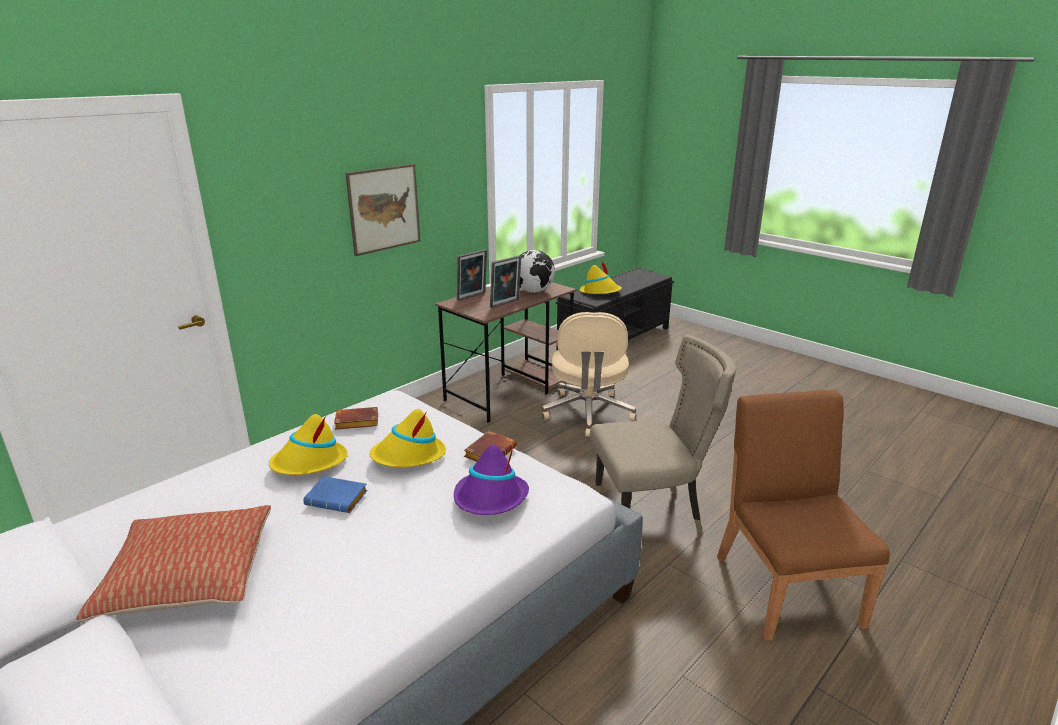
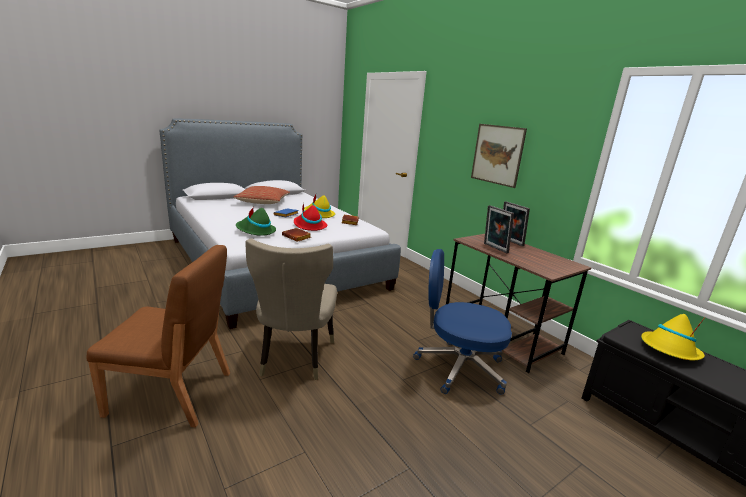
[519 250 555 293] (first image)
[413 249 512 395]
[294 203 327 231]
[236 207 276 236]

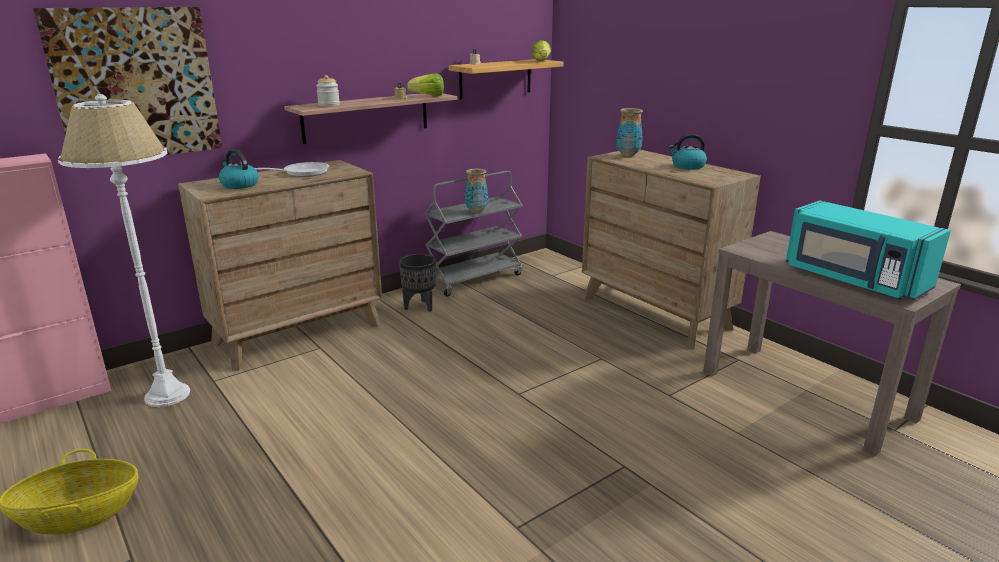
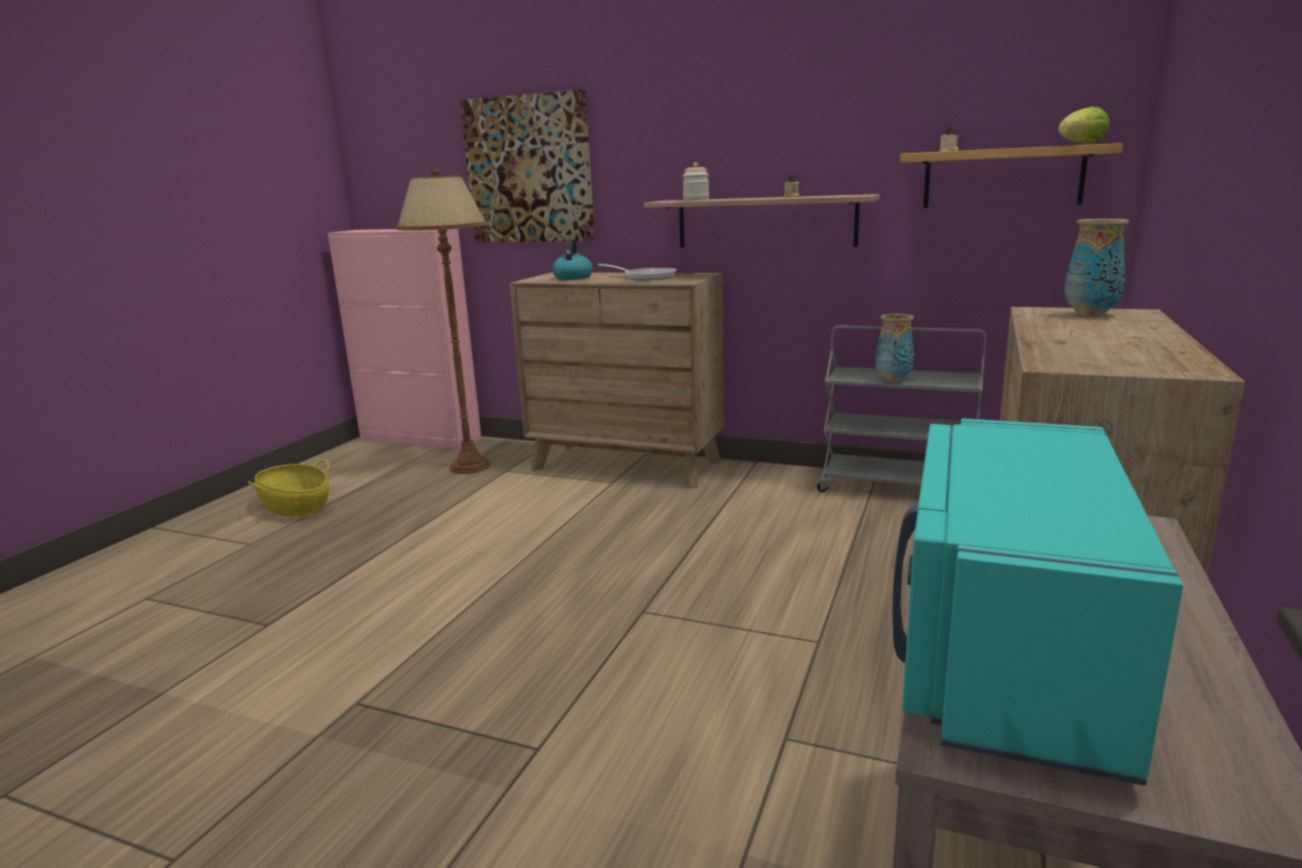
[407 73 444 96] (first image)
[396 169 491 474]
[668 134 707 170] (first image)
[399 254 436 312] (first image)

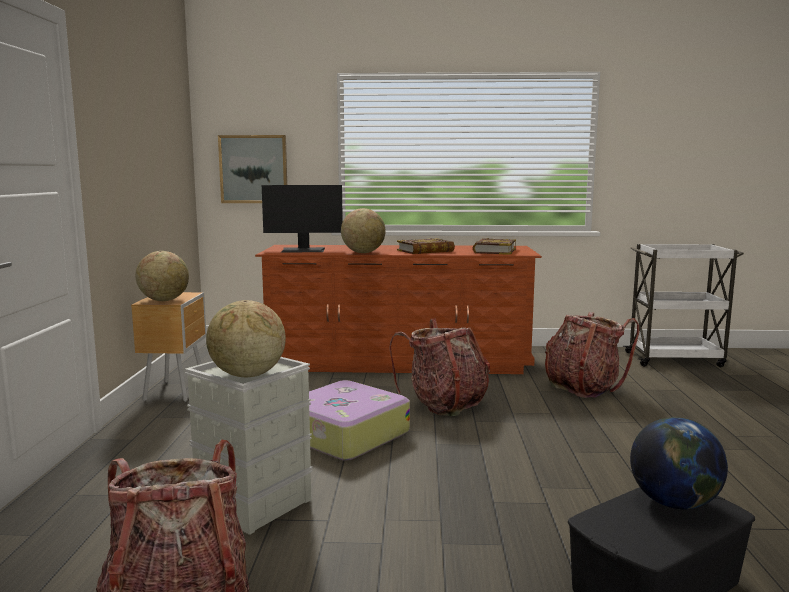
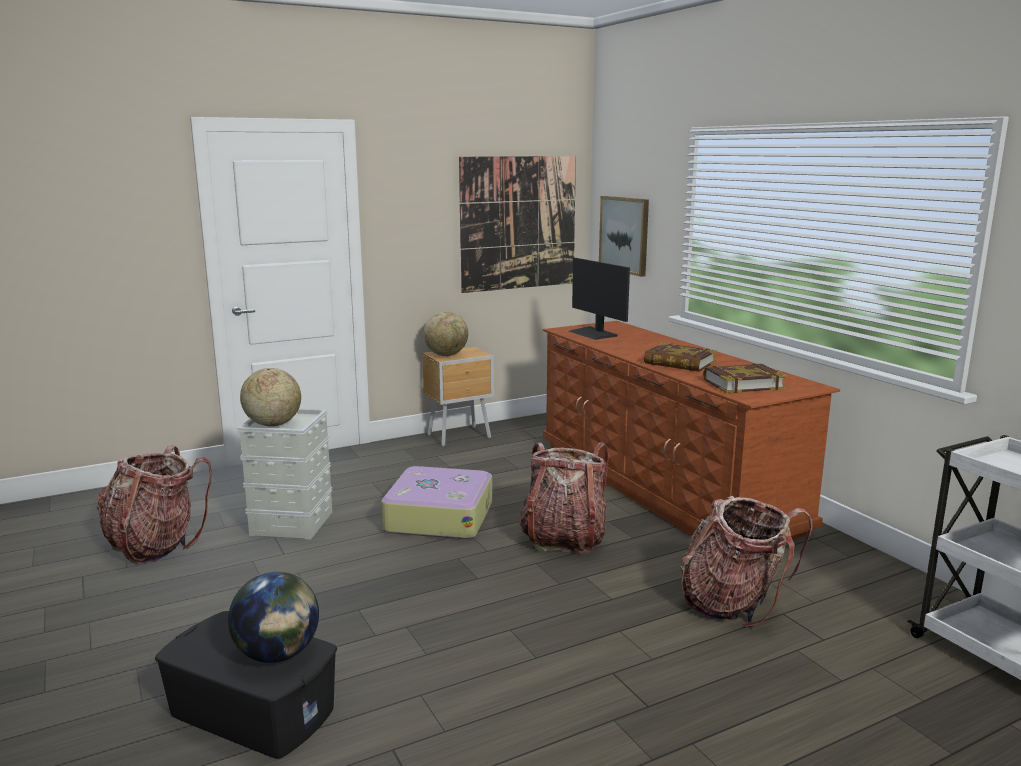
[341 208 386 253] (first image)
[459 156 576 293]

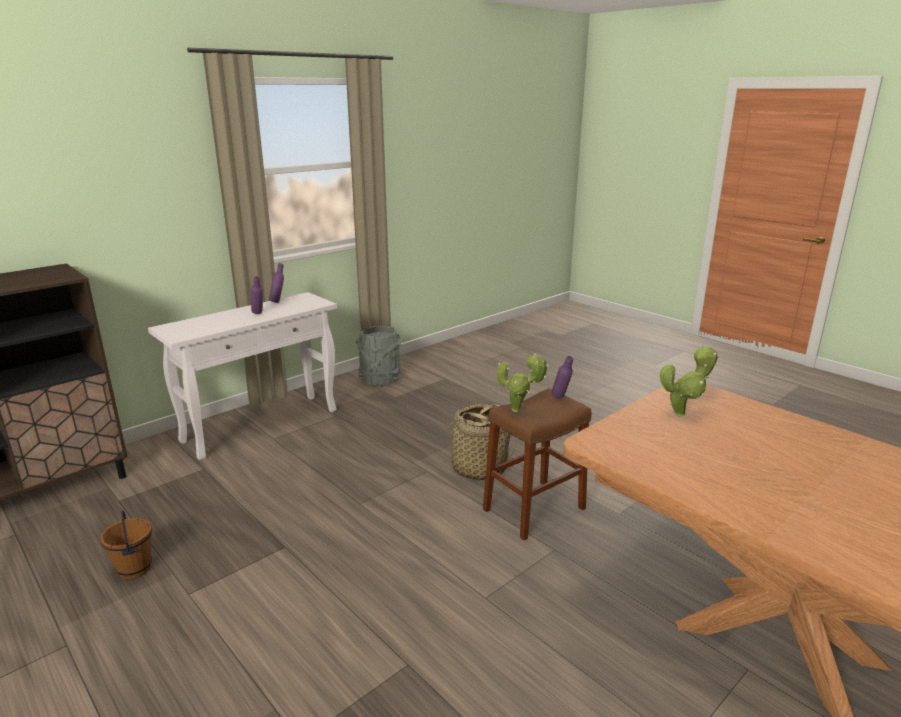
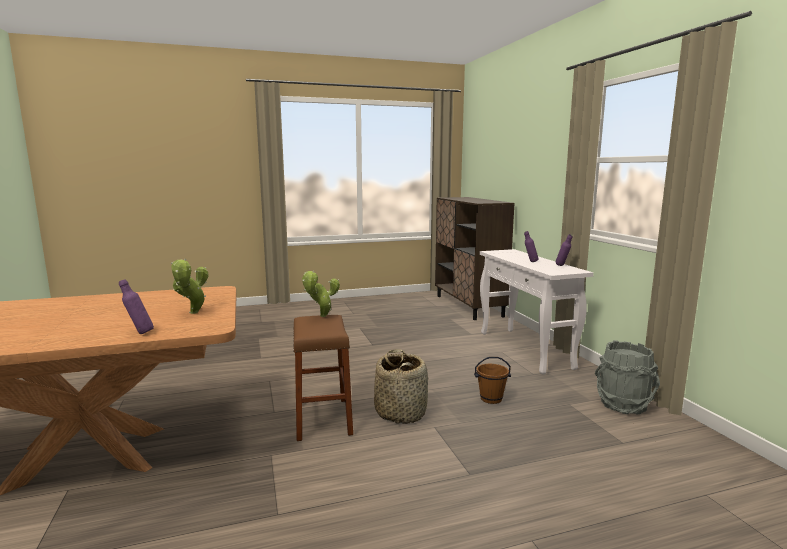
[119 279 154 334]
[474 357 511 404]

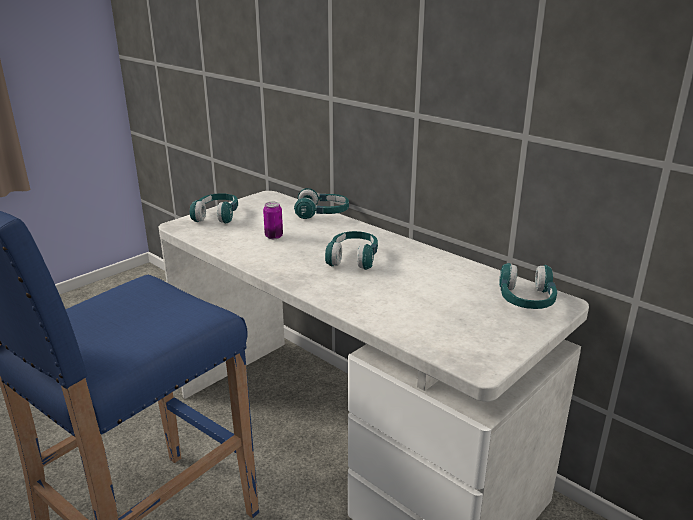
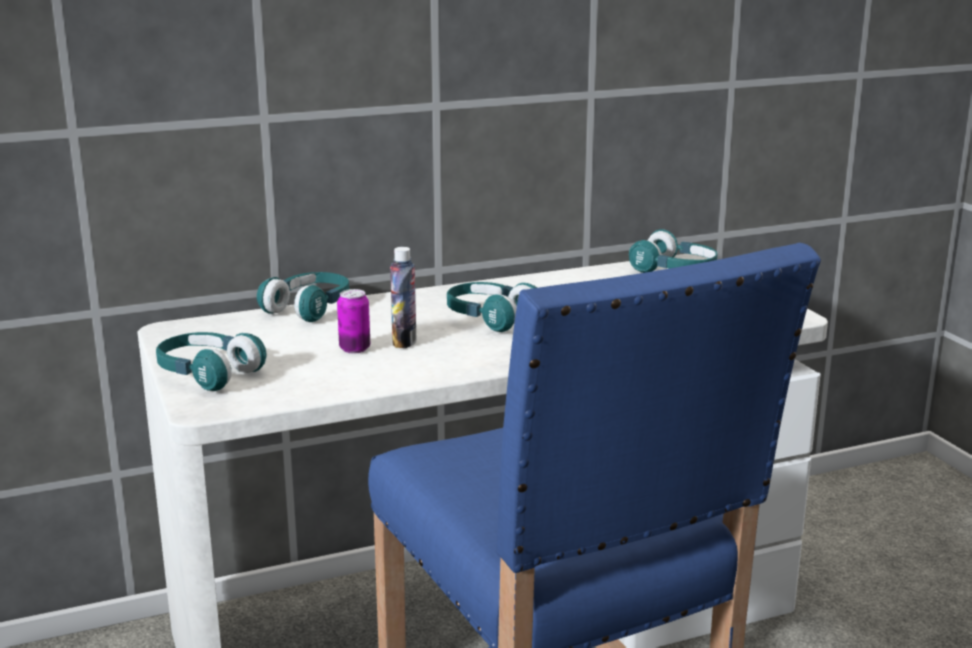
[390 247 417 348]

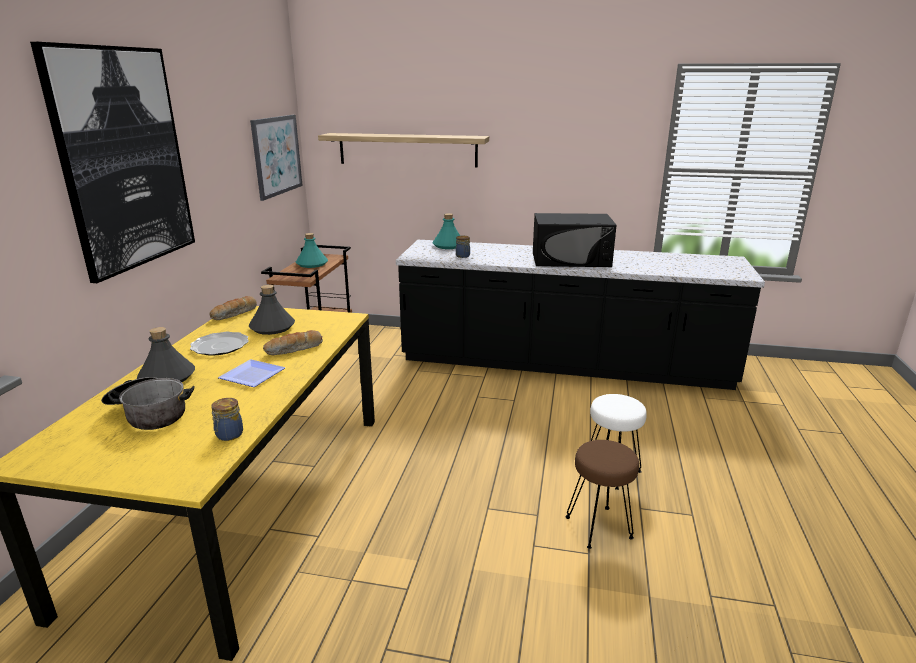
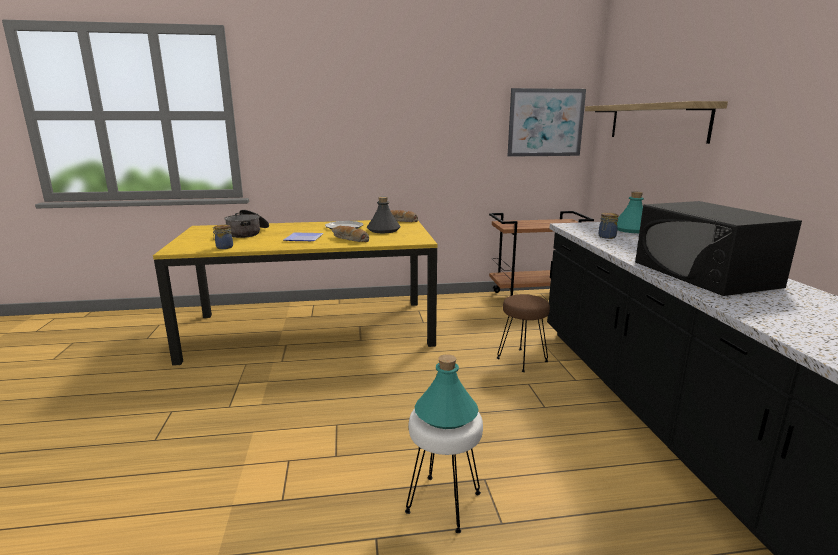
[30 42 195 283] (first image)
[415 354 479 429]
[137 327 195 382] (first image)
[497 294 550 372]

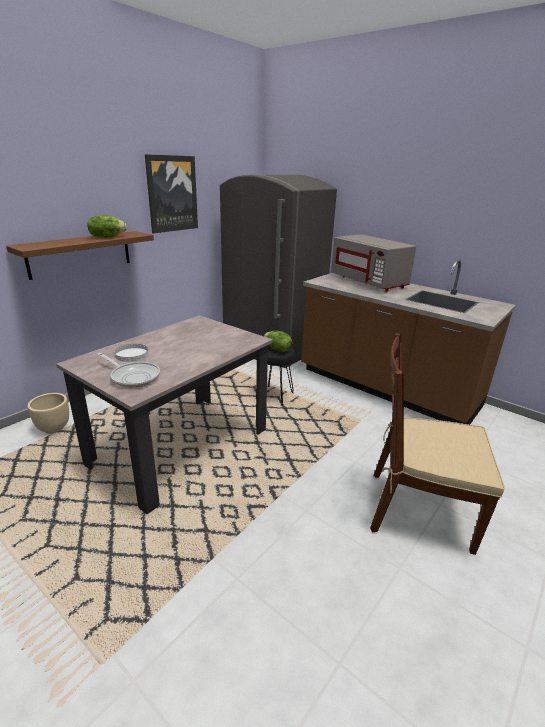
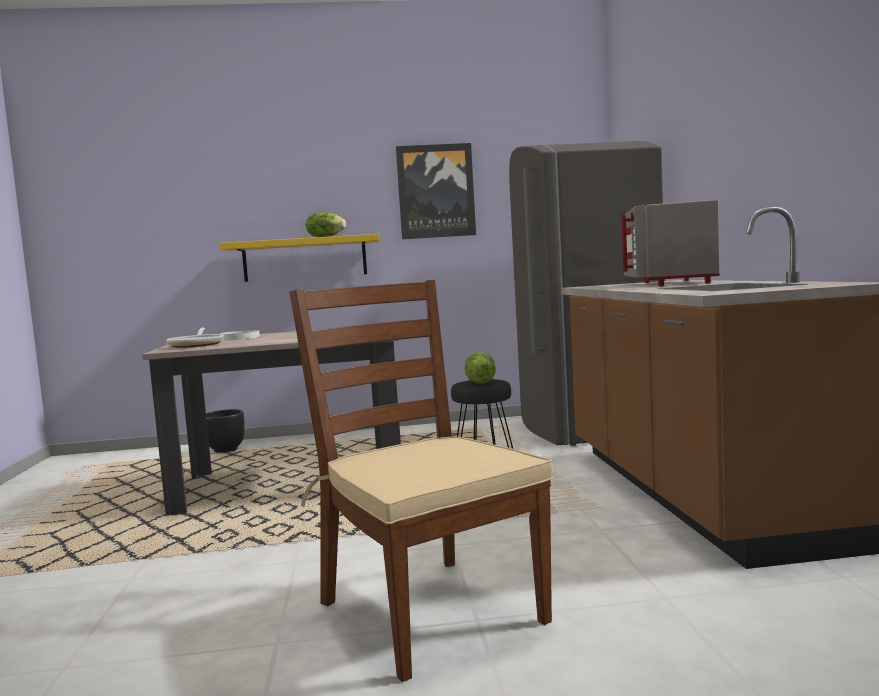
[219 234 380 282]
[206 409 245 453]

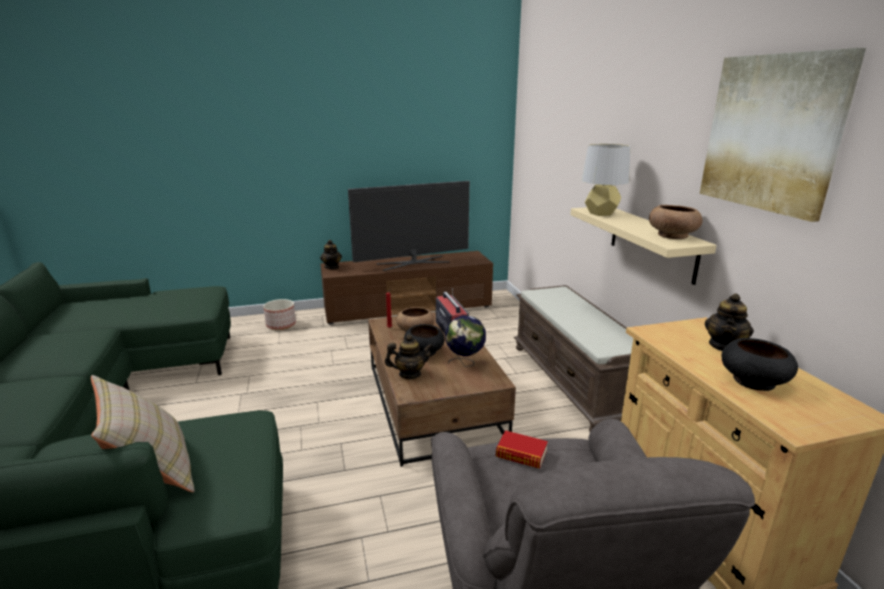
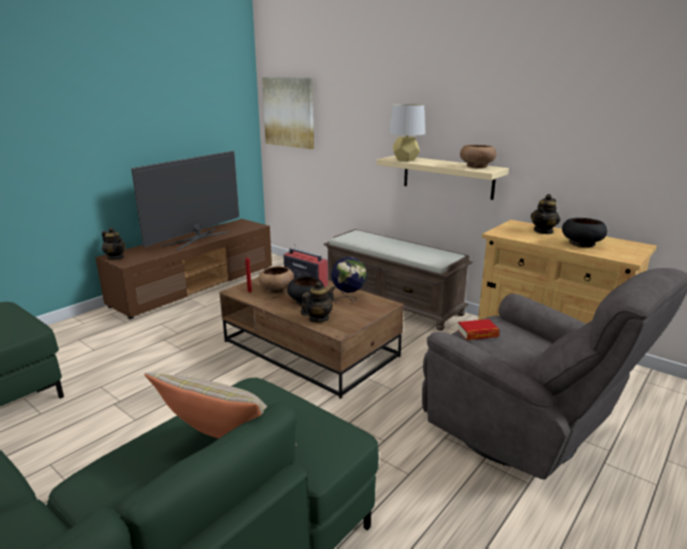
[262 77 314 149]
[531 194 560 234]
[263 299 296 330] (first image)

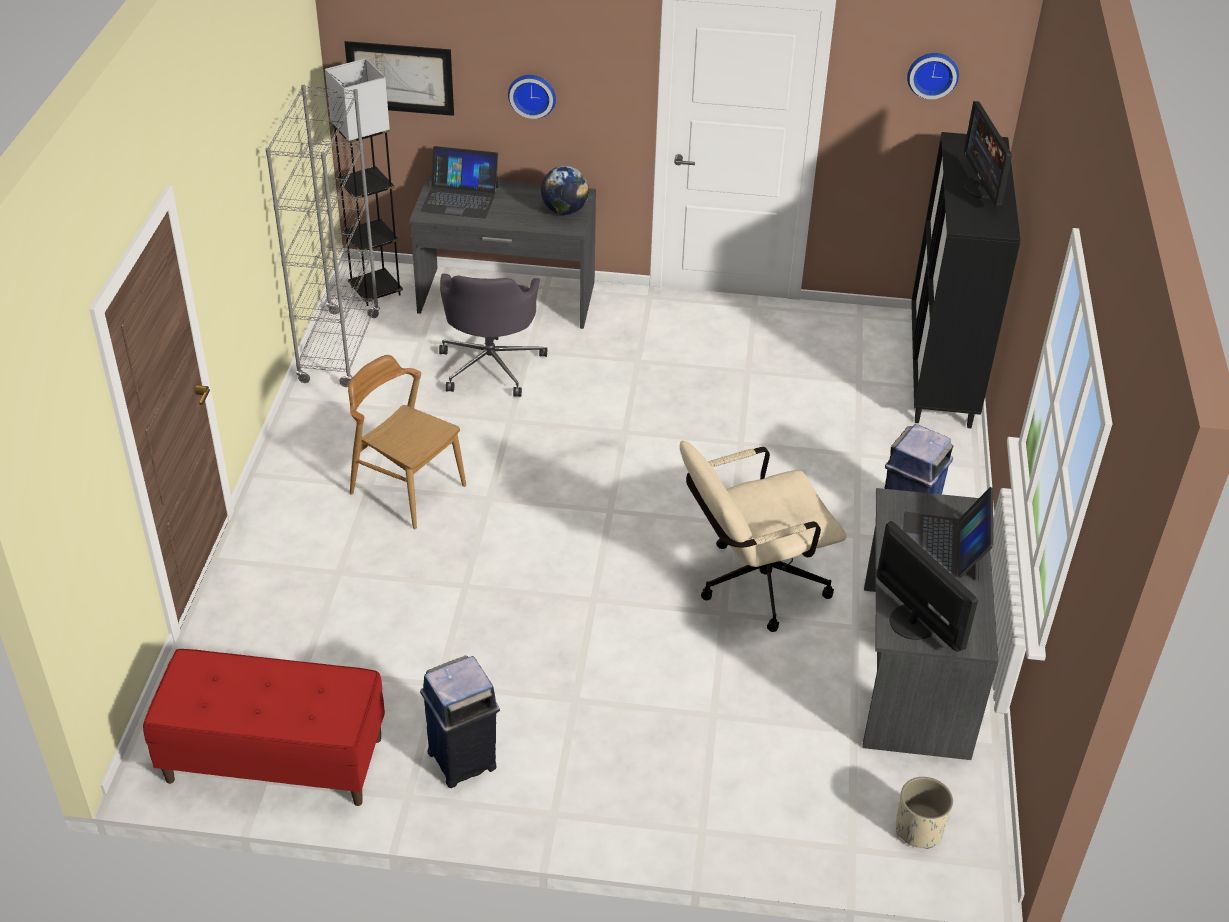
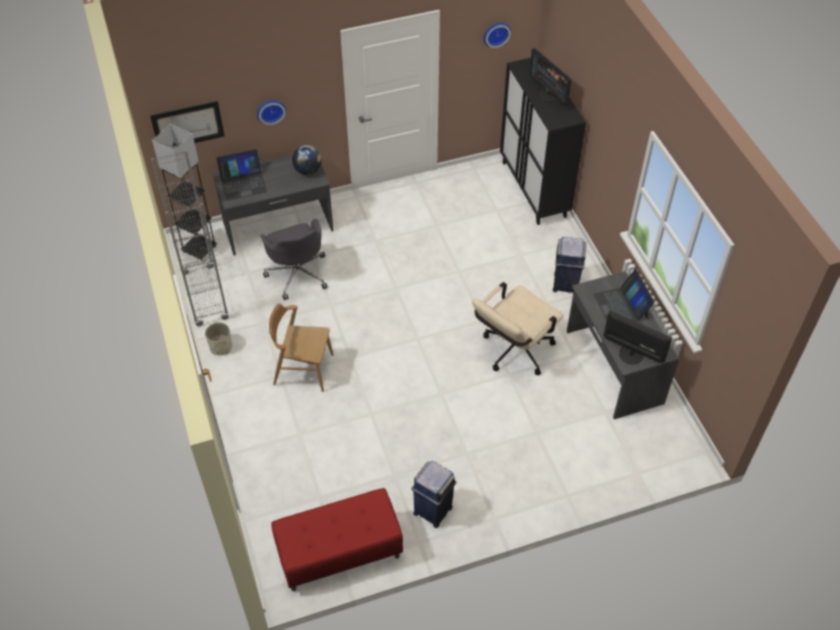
[205 322 232 355]

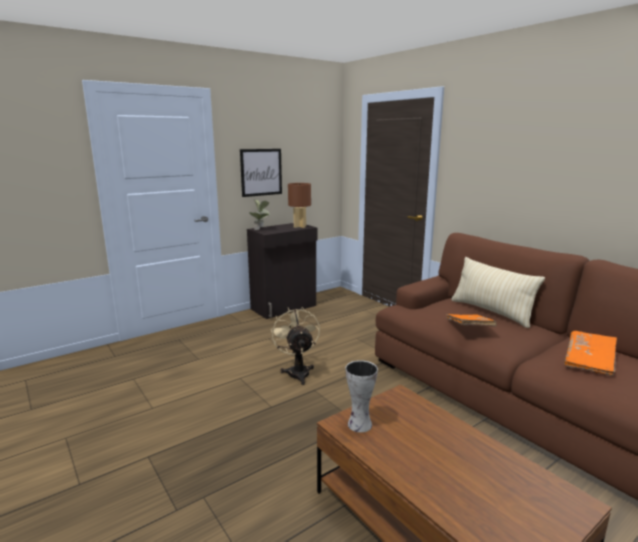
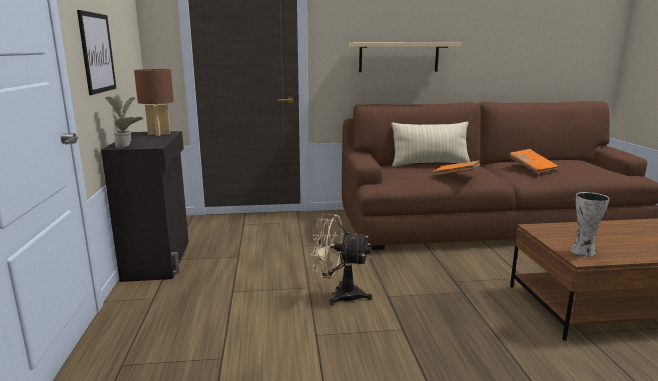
[349 42 462 72]

